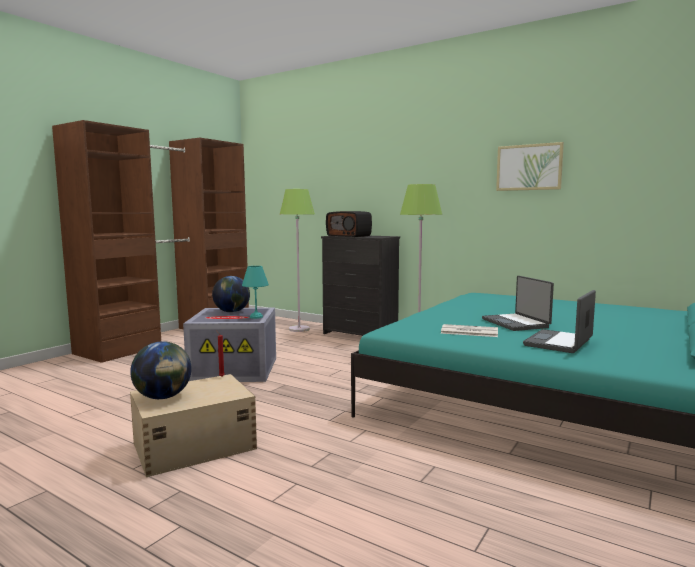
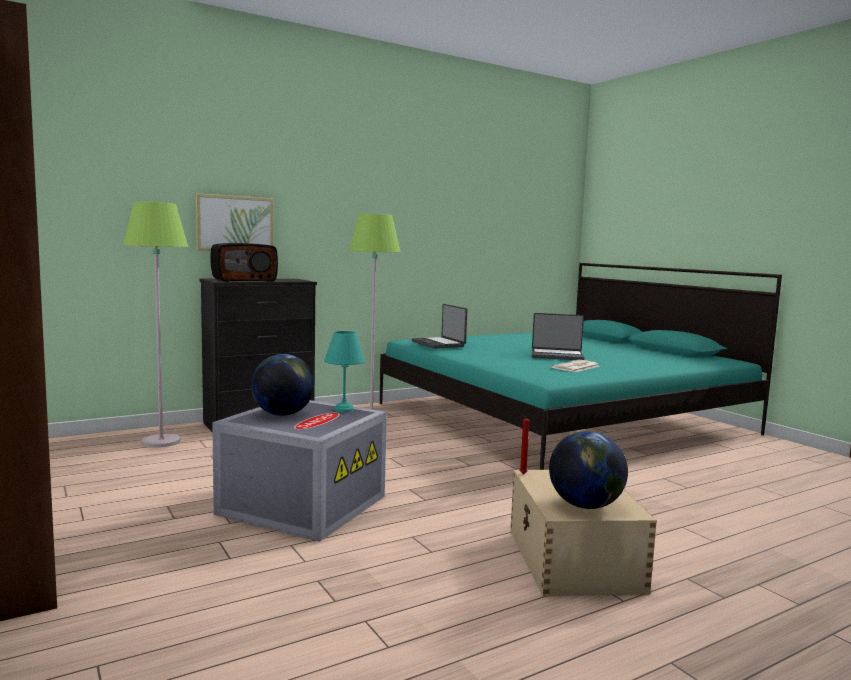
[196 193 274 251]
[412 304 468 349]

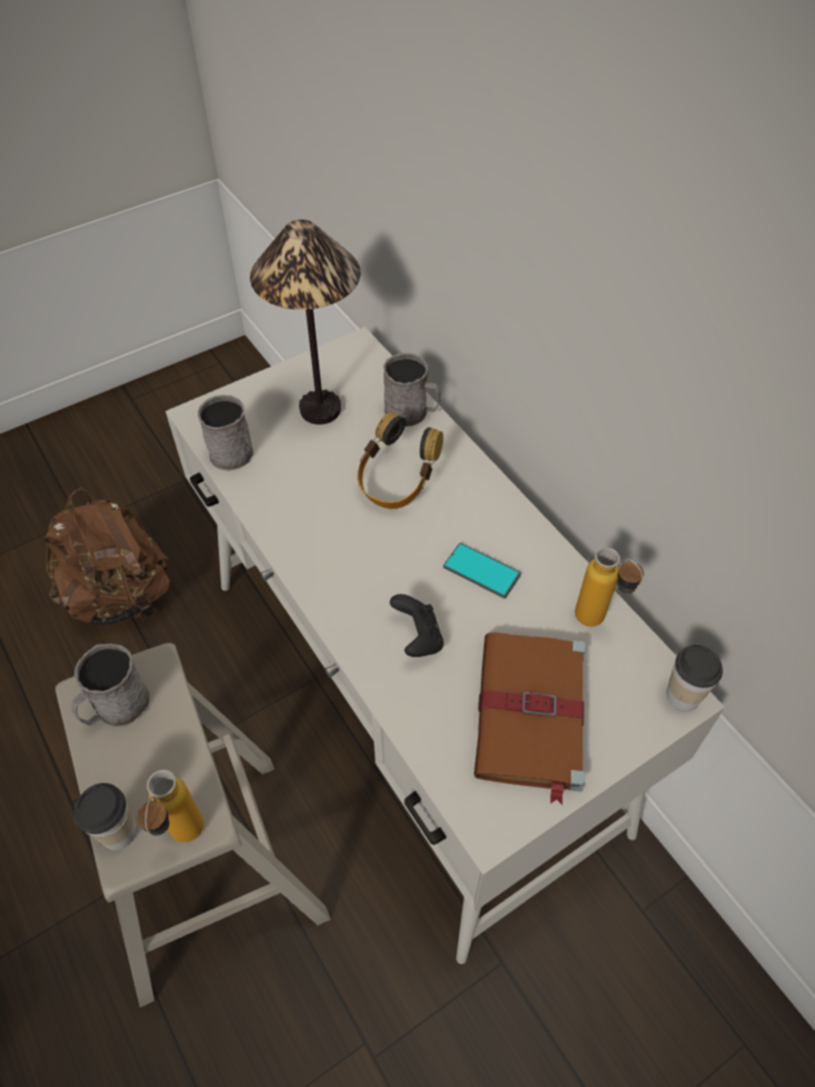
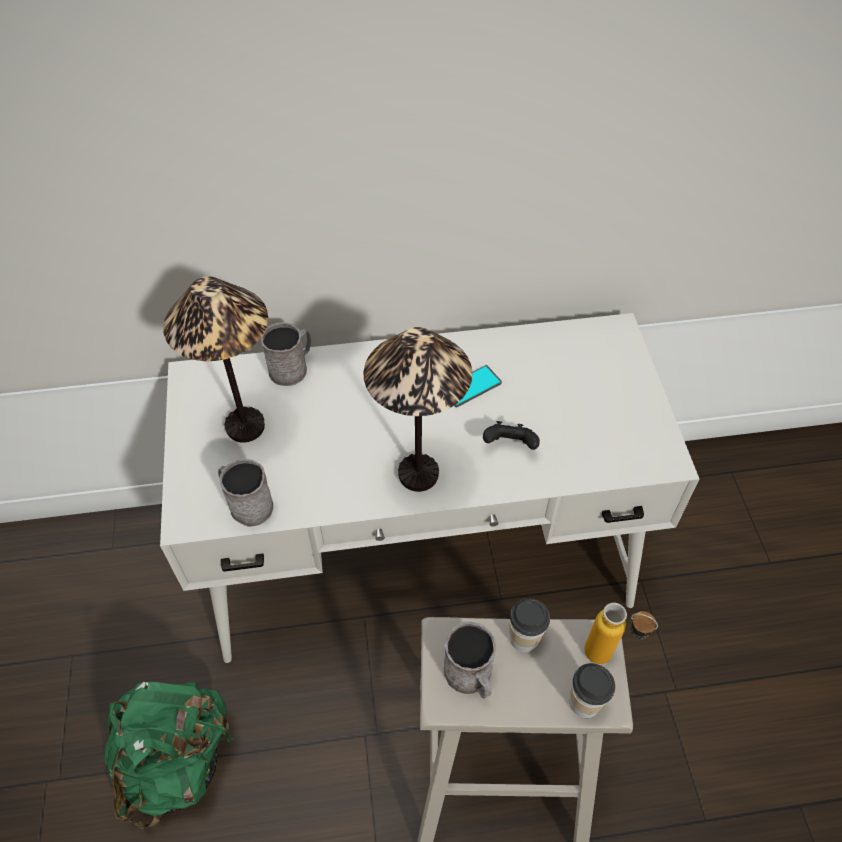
[357 412 443 509] (first image)
[105 682 234 829]
[575 547 644 627] (first image)
[474 632 585 804] (first image)
[509 598 550 652]
[363 327 473 492]

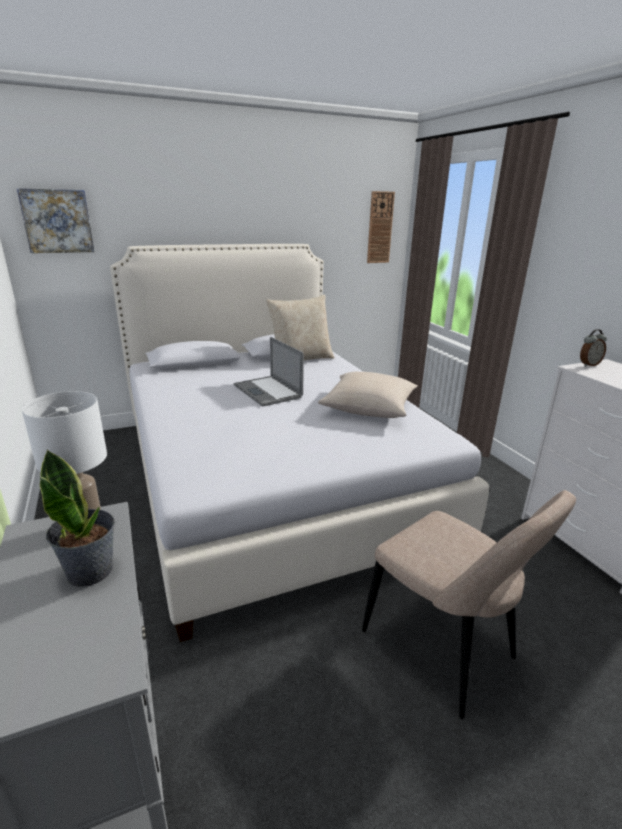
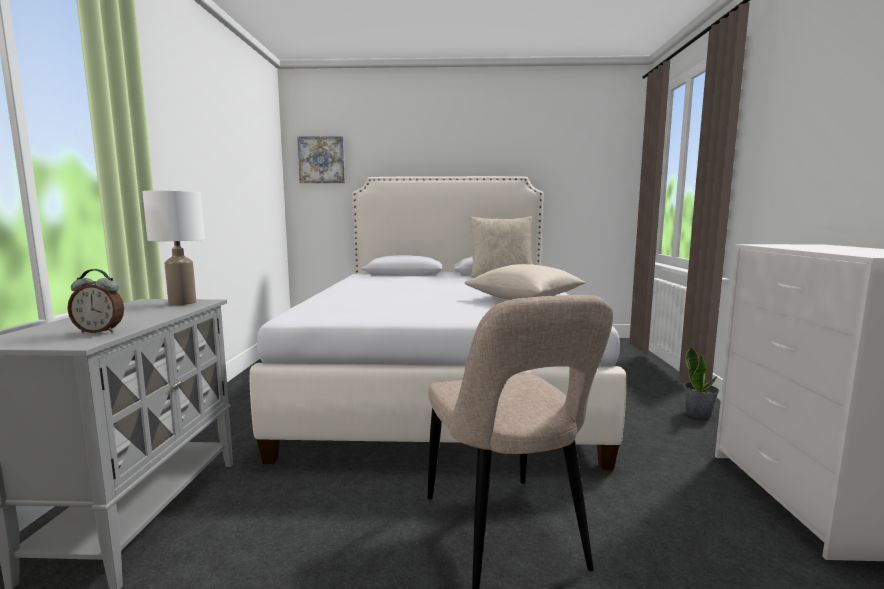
[367 191 395 263] (first image)
[68 269 124 333]
[233 337 304 406] (first image)
[684 346 719 419]

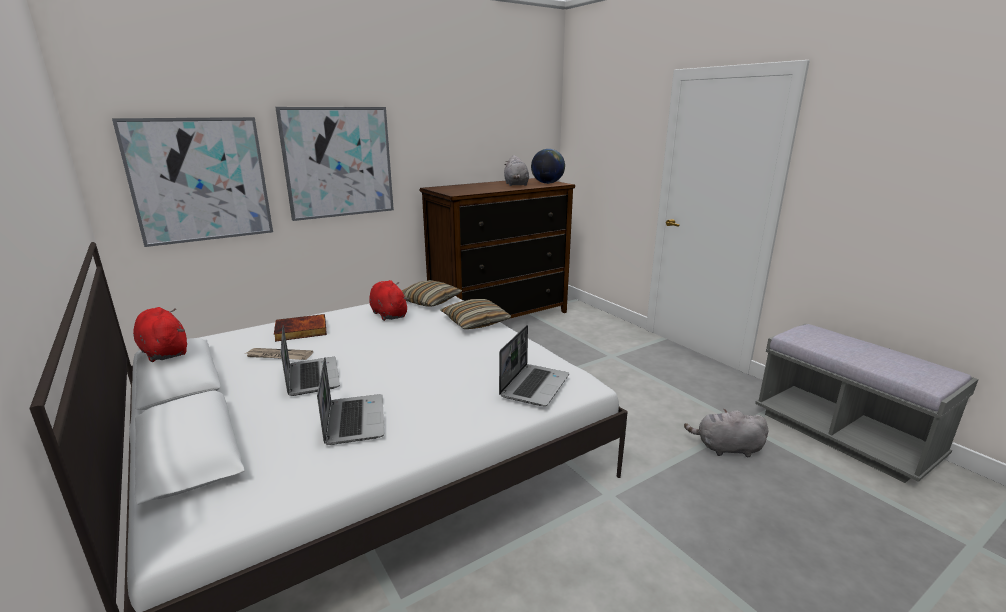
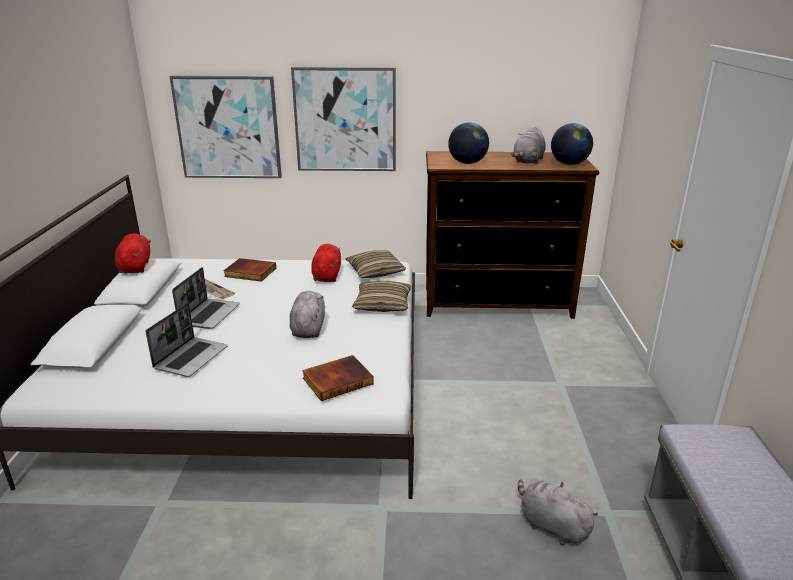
[302 355 374 401]
[448 122 489 164]
[290 291 325 338]

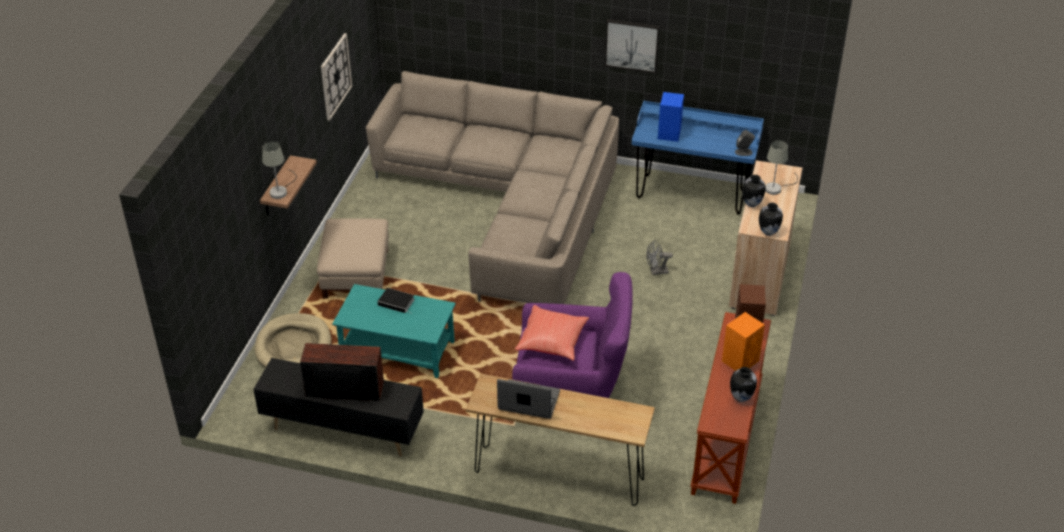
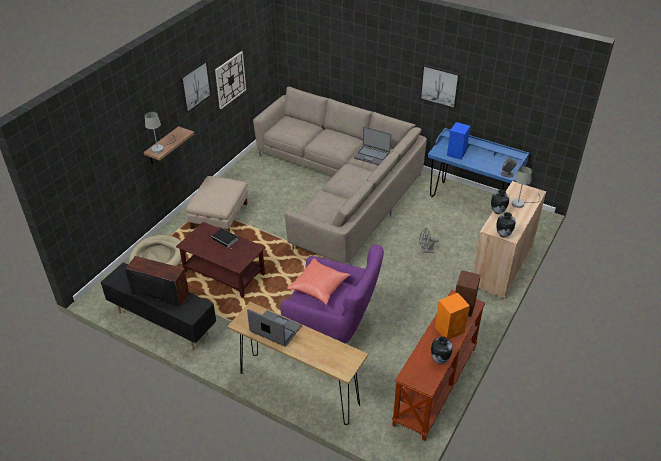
[176 222 265 298]
[180 60 211 113]
[354 127 391 165]

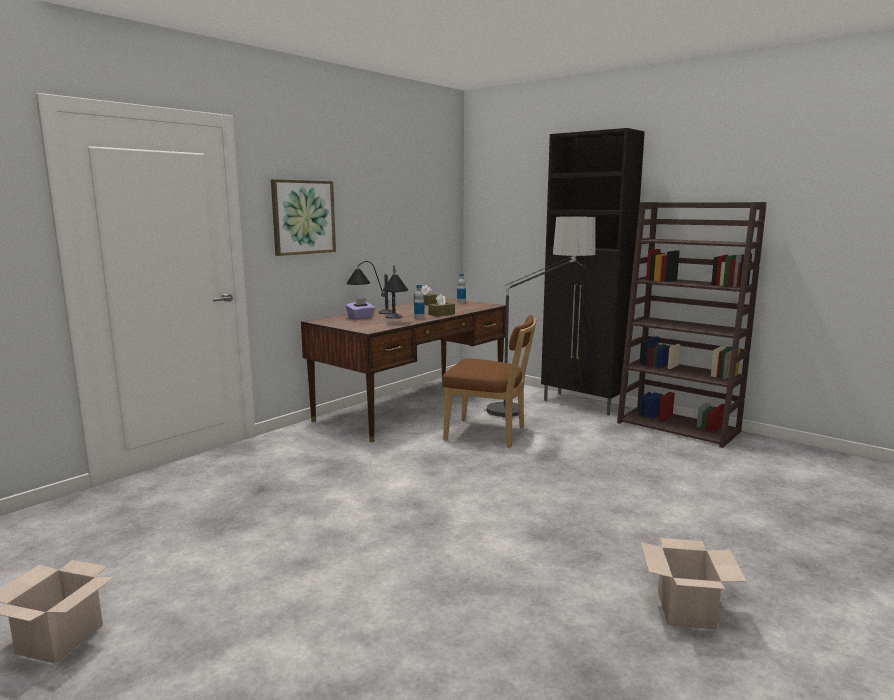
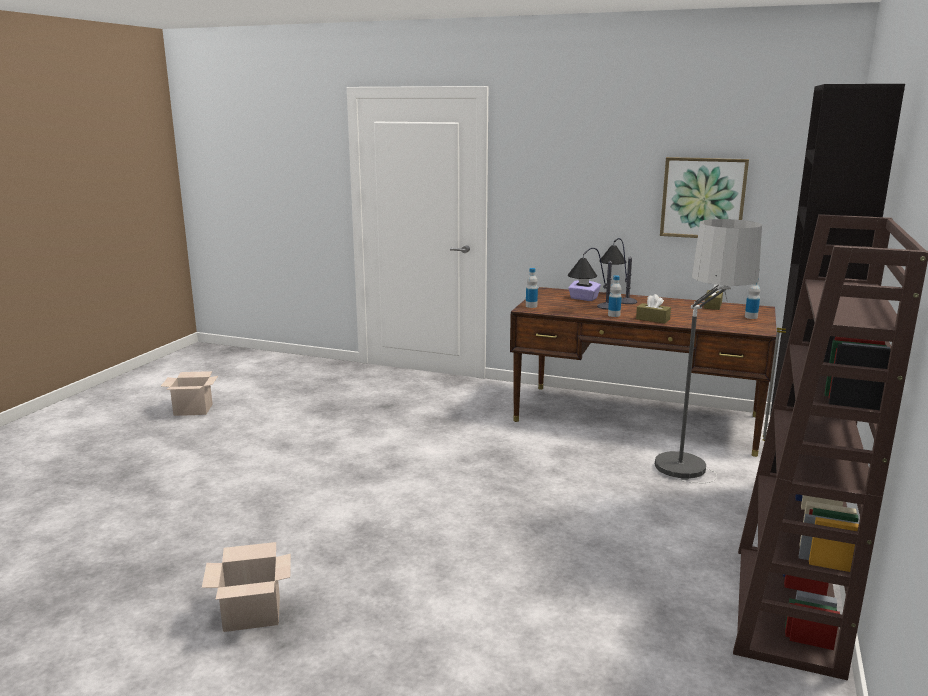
[660 157 749 238]
[442 315 537 448] (first image)
[526 268 538 308]

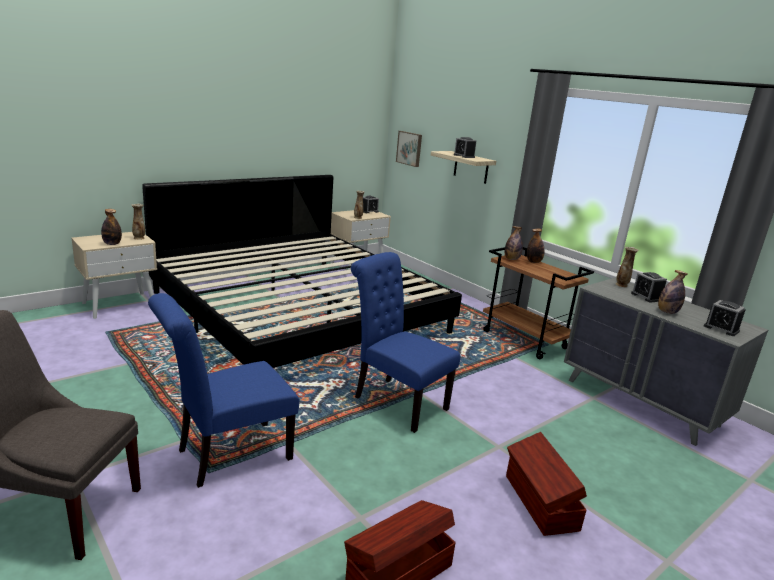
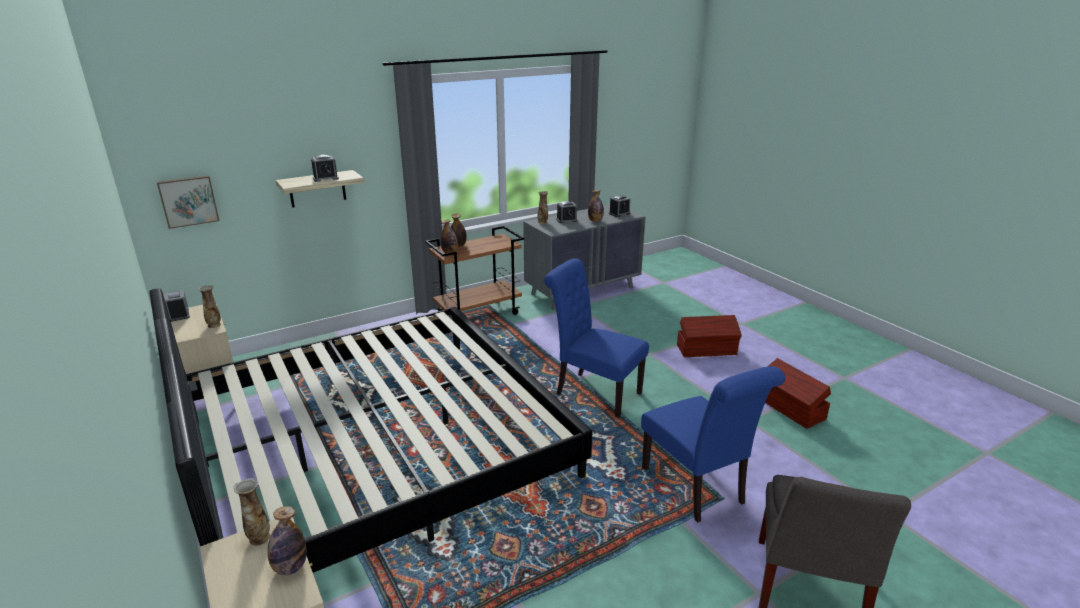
[544 259 649 418]

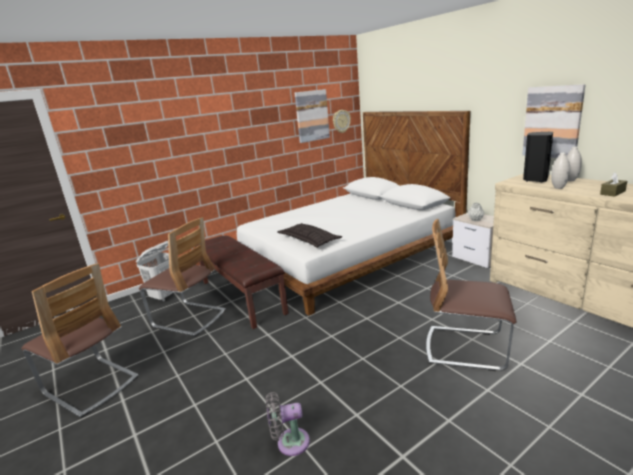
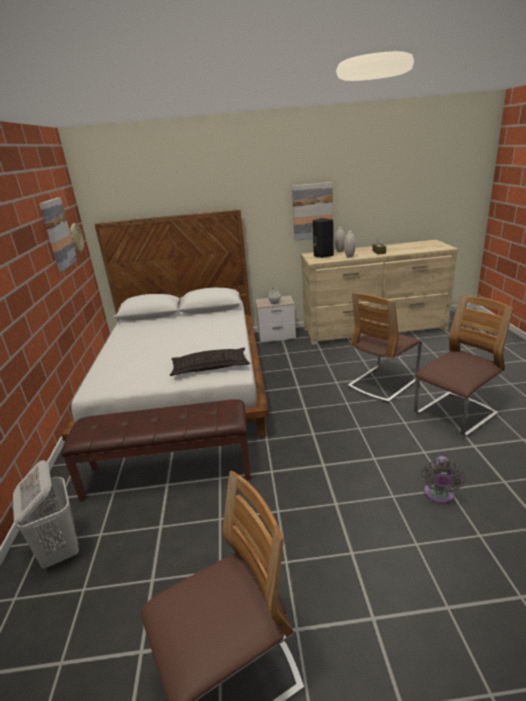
[414 296 513 437]

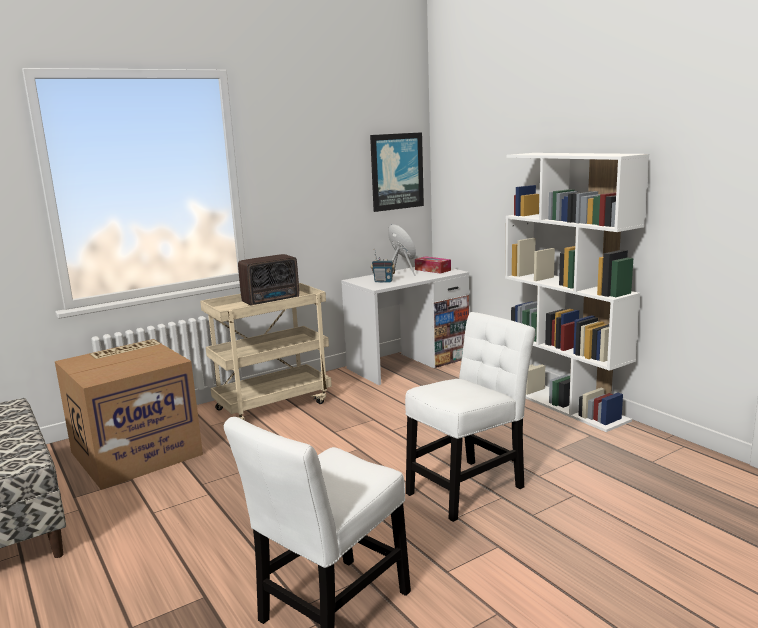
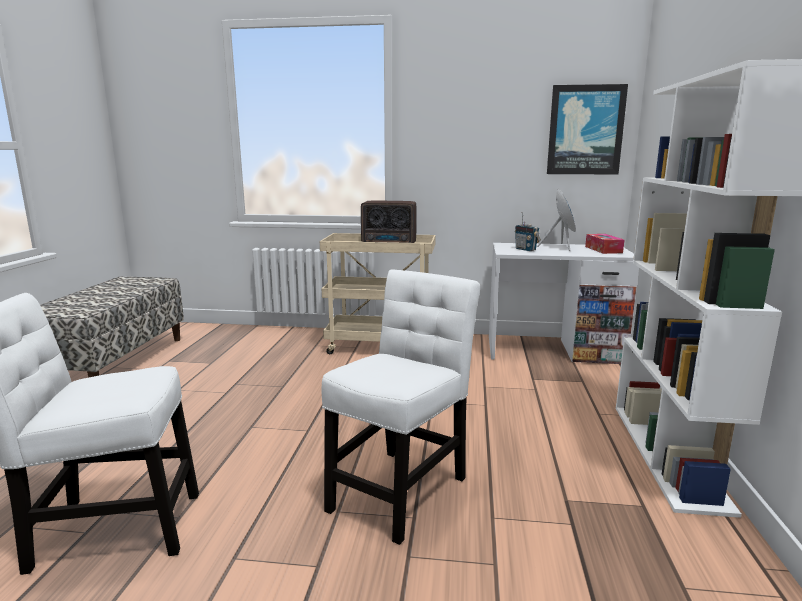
[321 270 480 545]
[55 339 203 490] (first image)

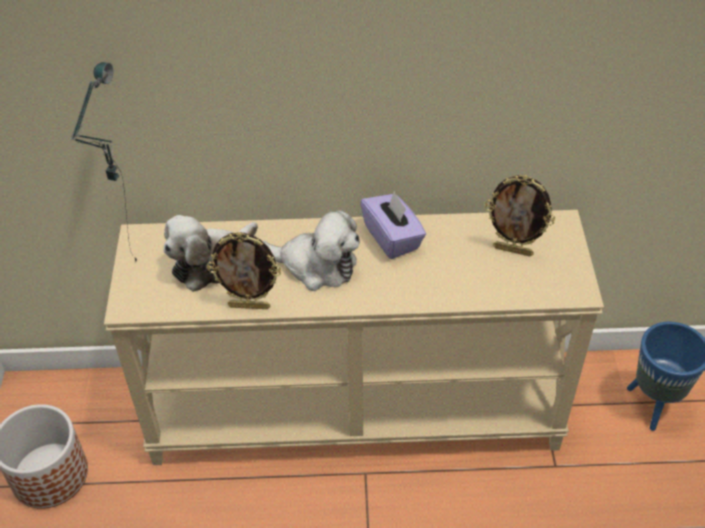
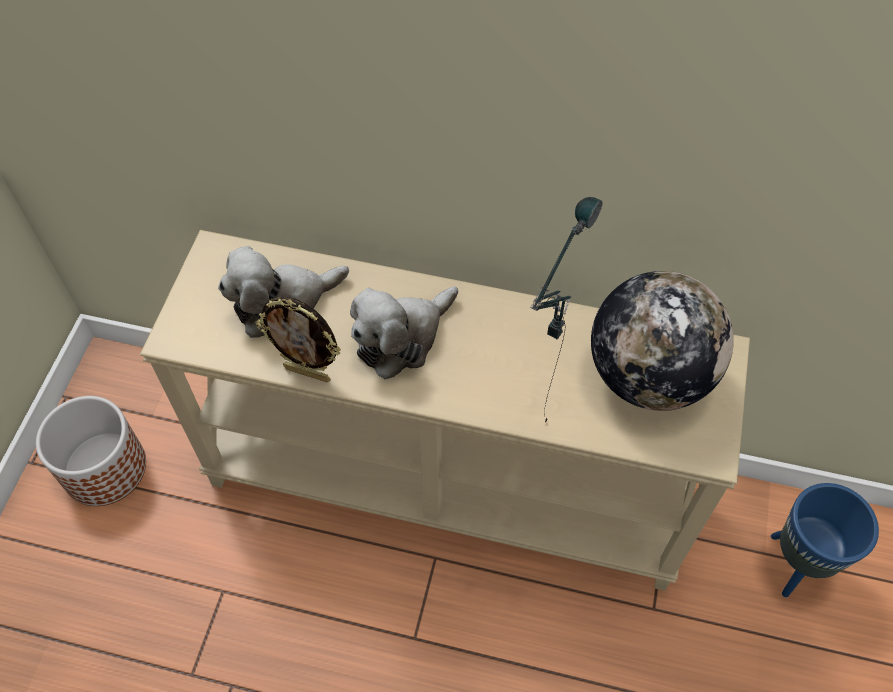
[530 197 603 422]
[591 271 734 411]
[360 191 426 259] (first image)
[350 286 458 379]

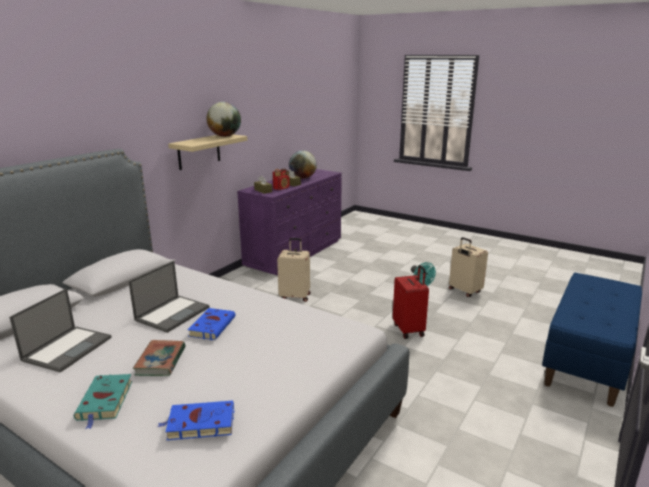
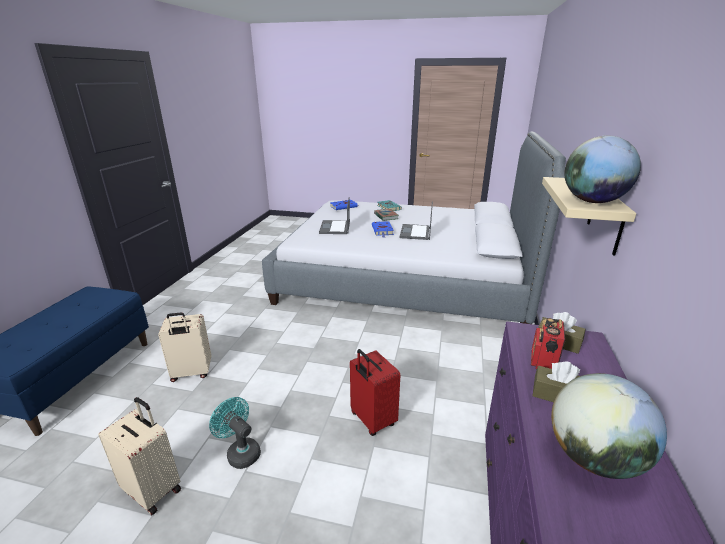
[158 313 212 382]
[350 349 400 436]
[319 197 350 234]

